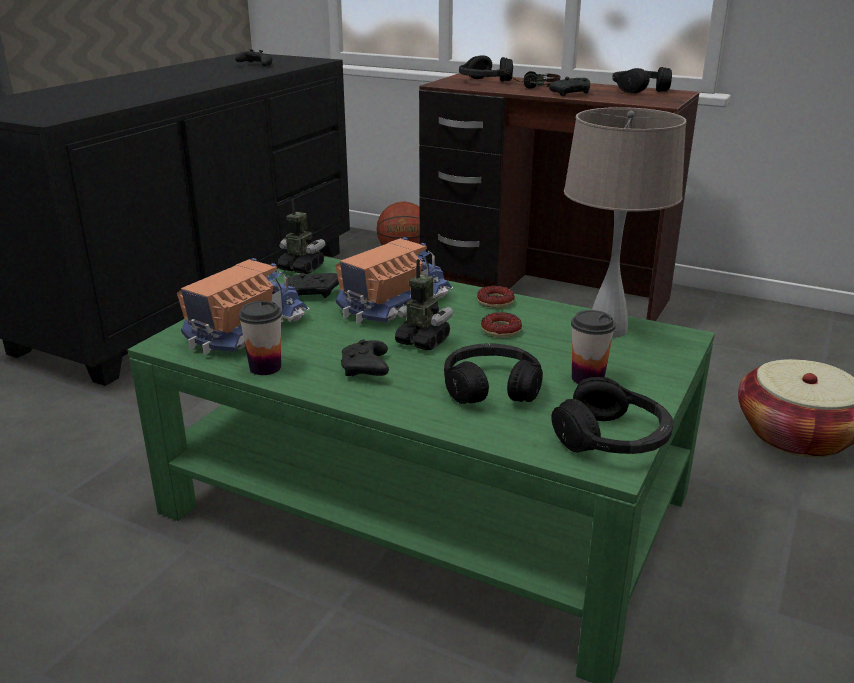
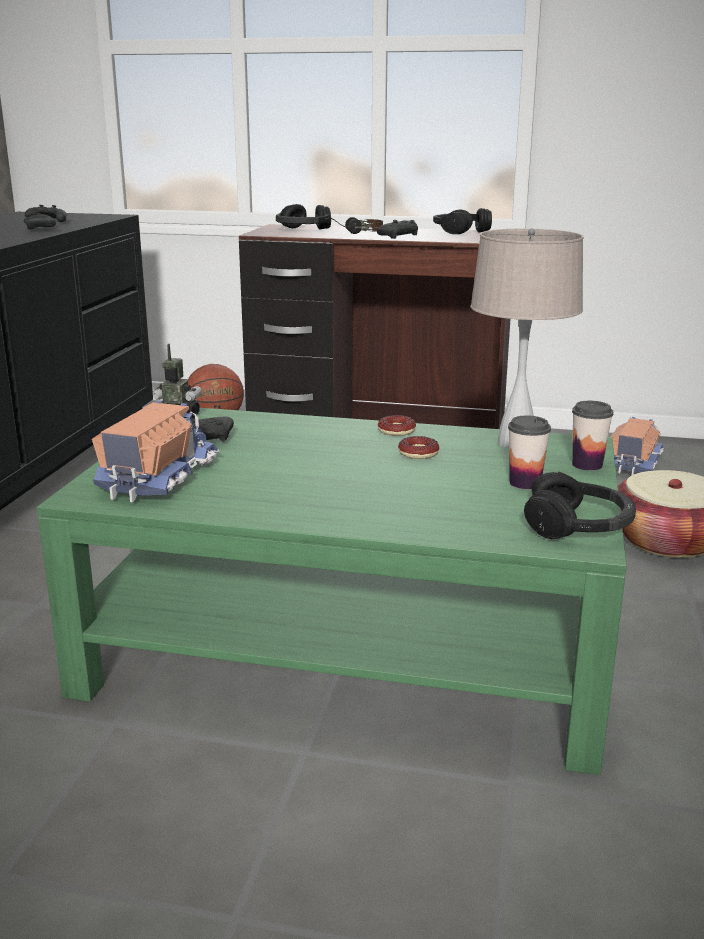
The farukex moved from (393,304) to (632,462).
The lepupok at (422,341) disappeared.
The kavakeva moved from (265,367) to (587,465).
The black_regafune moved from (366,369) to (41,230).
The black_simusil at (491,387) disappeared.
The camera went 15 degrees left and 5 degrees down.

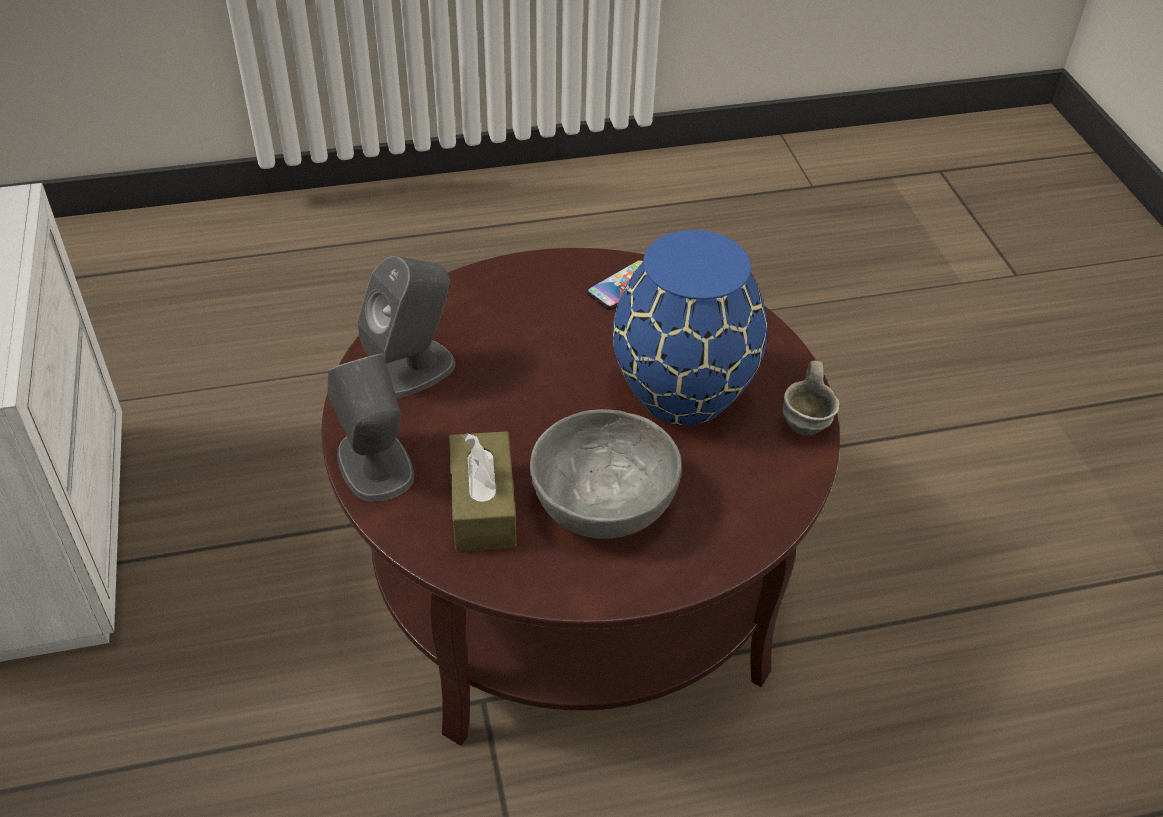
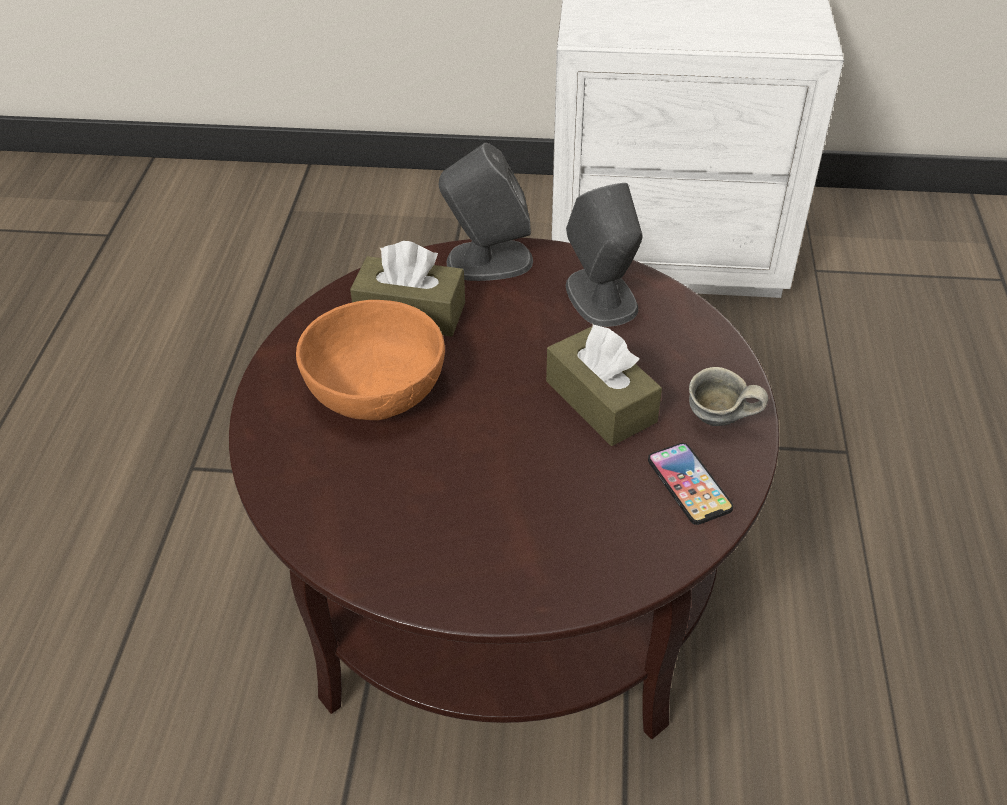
The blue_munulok at (680,393) disappeared.
The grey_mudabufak moved from (808,423) to (718,423).
The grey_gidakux at (603,501) became the orange_gidakux at (375,387).
The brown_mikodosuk at (600,401) appeared.
The camera went 110 degrees right and 0 degrees up.

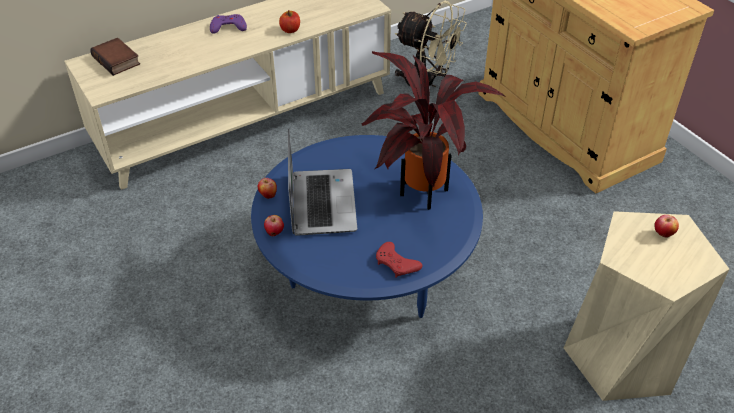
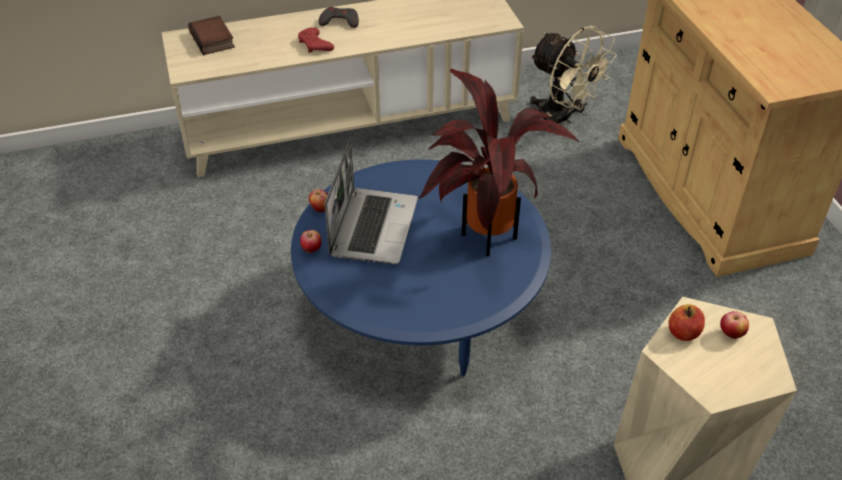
The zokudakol moved from (290,30) to (683,333).
The purple_regafune at (228,27) became the grey_regafune at (339,21).
The red_regafune moved from (396,263) to (315,44).
The camera went 15 degrees right and 0 degrees up.

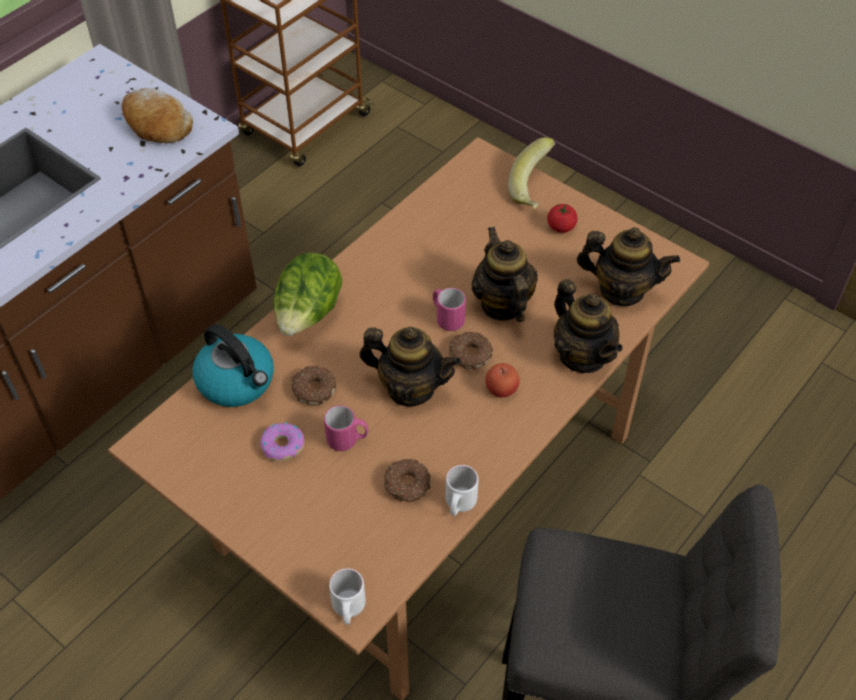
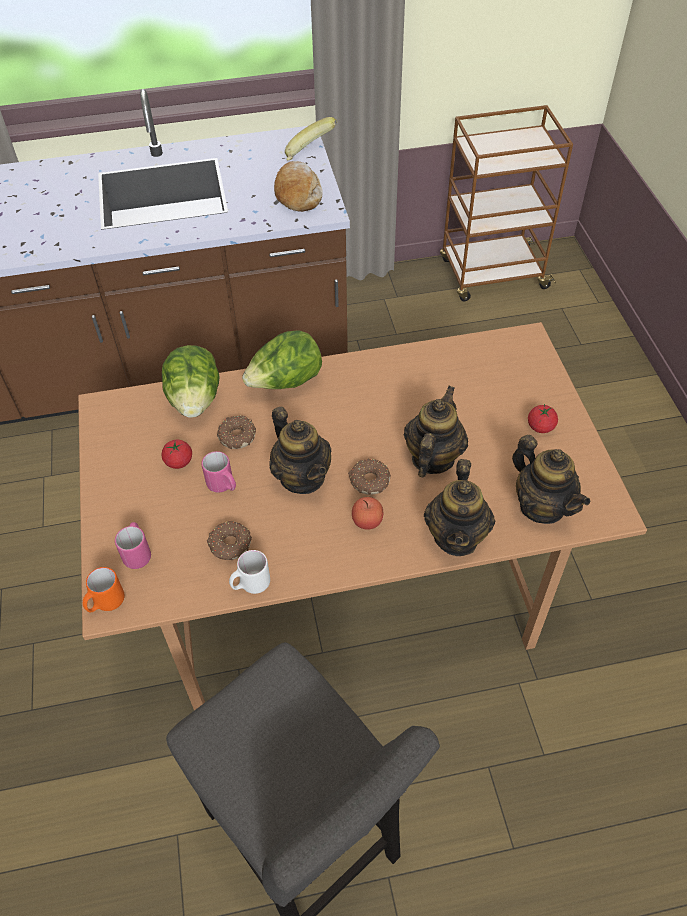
The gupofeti moved from (535,189) to (310,155).
The pink_mudabufak moved from (447,318) to (137,553).
The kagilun at (237,381) was replaced by the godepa at (195,400).
The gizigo at (282,446) was replaced by the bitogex at (179,461).
The white_mudabufak at (348,609) became the orange_mudabufak at (105,603).
The camera went 40 degrees right and 0 degrees up.

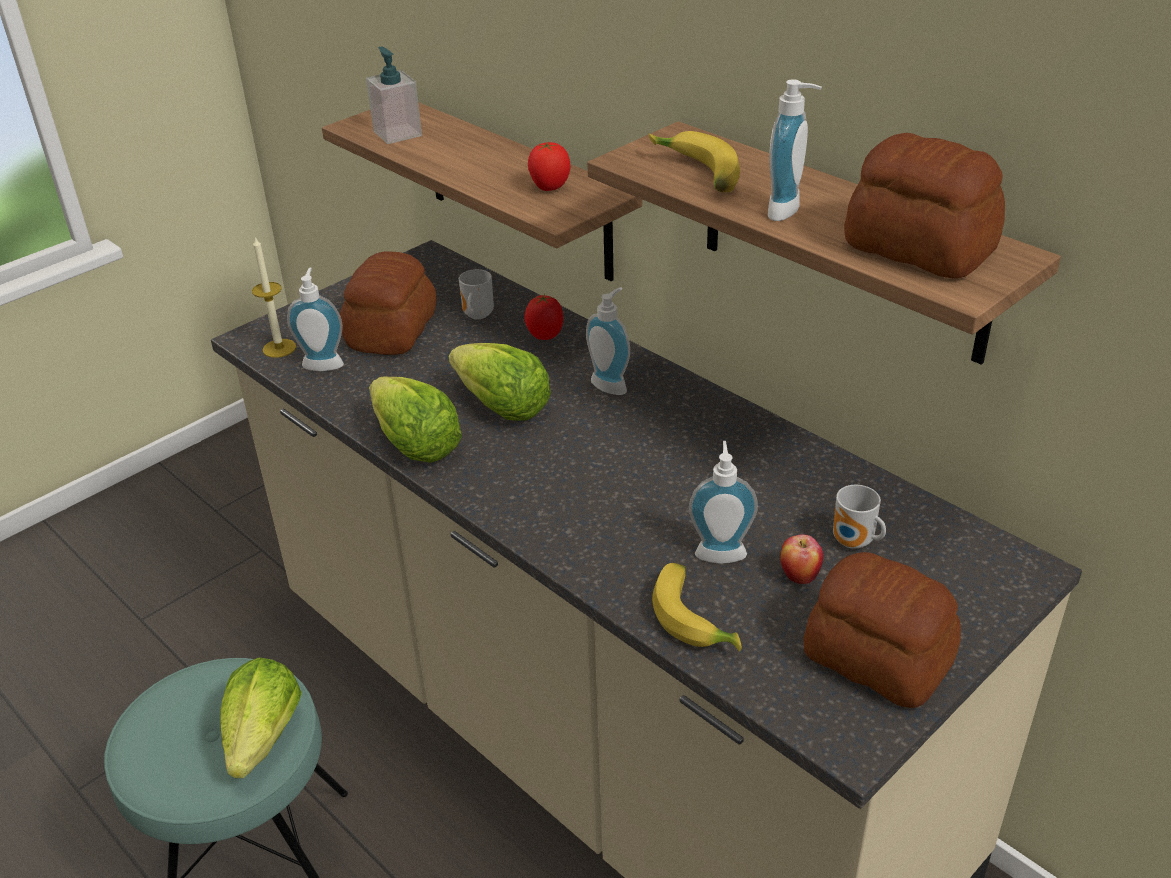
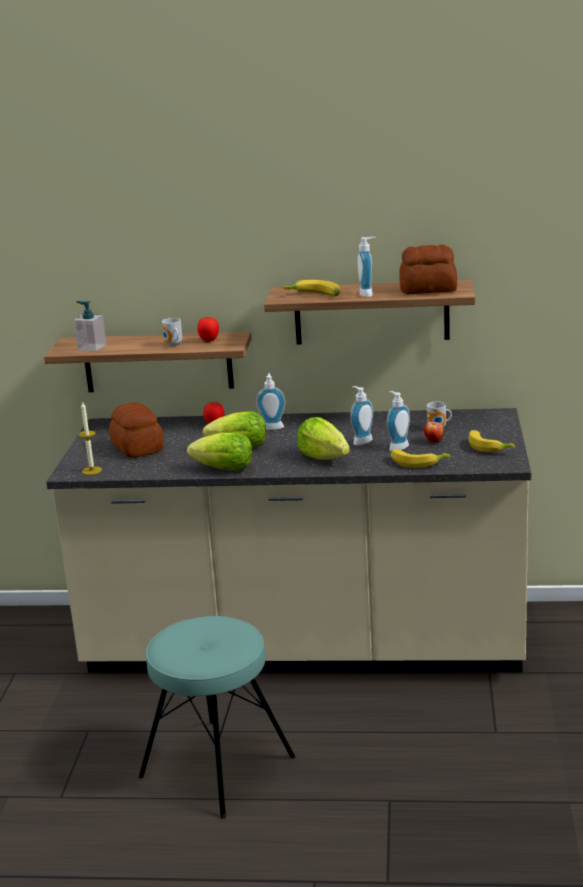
The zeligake moved from (324,363) to (361,441).
The mudabufak moved from (476,316) to (173,345).
The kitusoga at (878,660) was replaced by the gupofeti at (489,447).
The godepa moved from (264,738) to (323,457).
The camera went 40 degrees left and 15 degrees down.

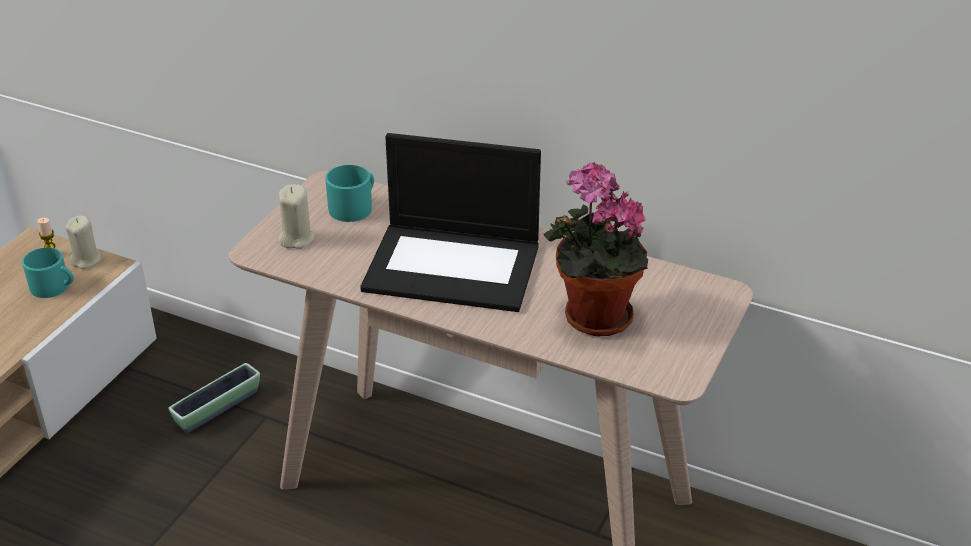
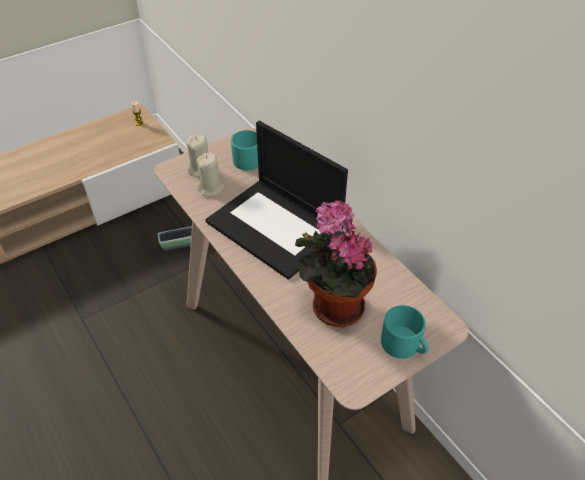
The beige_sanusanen moved from (86,260) to (211,188).
The turquoise_mudabufak moved from (54,287) to (404,345).
The camera went 30 degrees right and 10 degrees up.

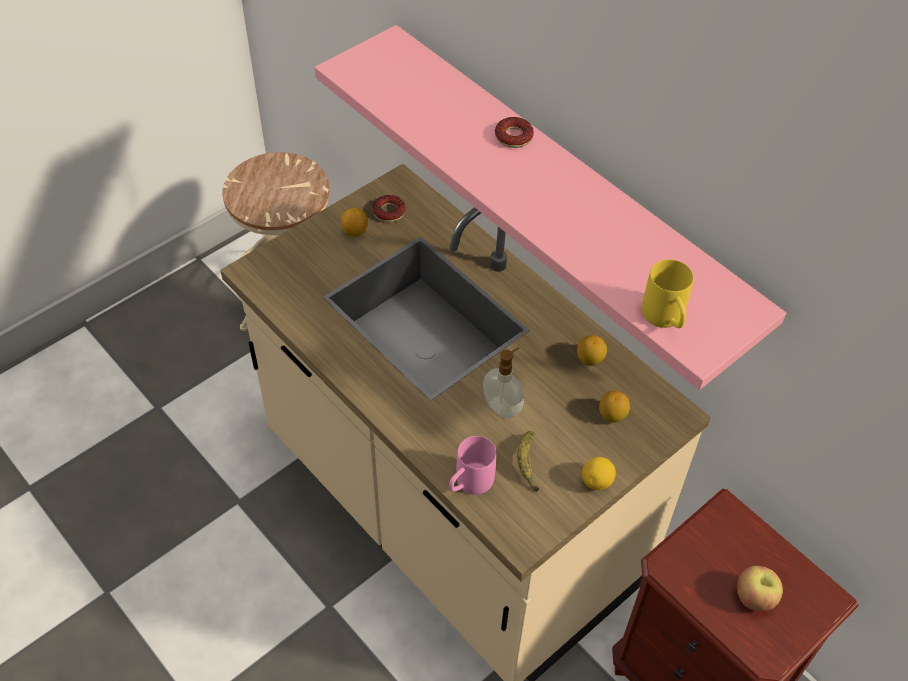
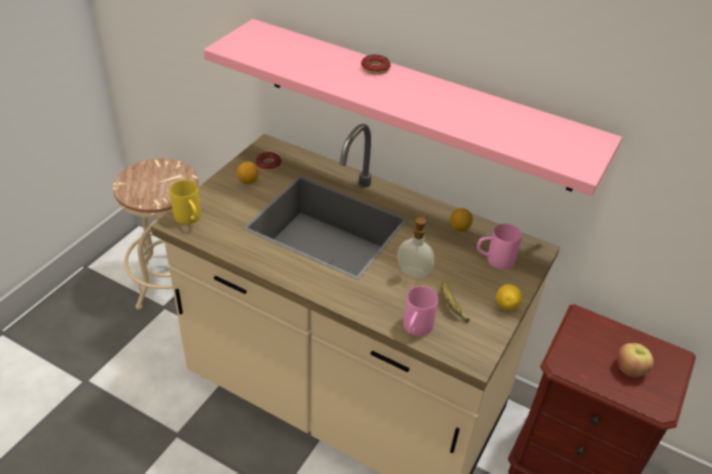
The yellow_mudabufak moved from (665,320) to (190,219).
The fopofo at (612,415) was replaced by the pink_mudabufak at (494,260).
The camera went 20 degrees left and 10 degrees down.

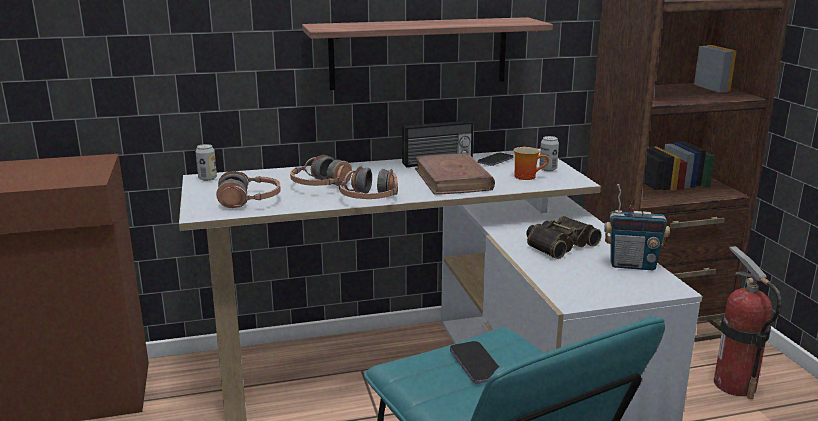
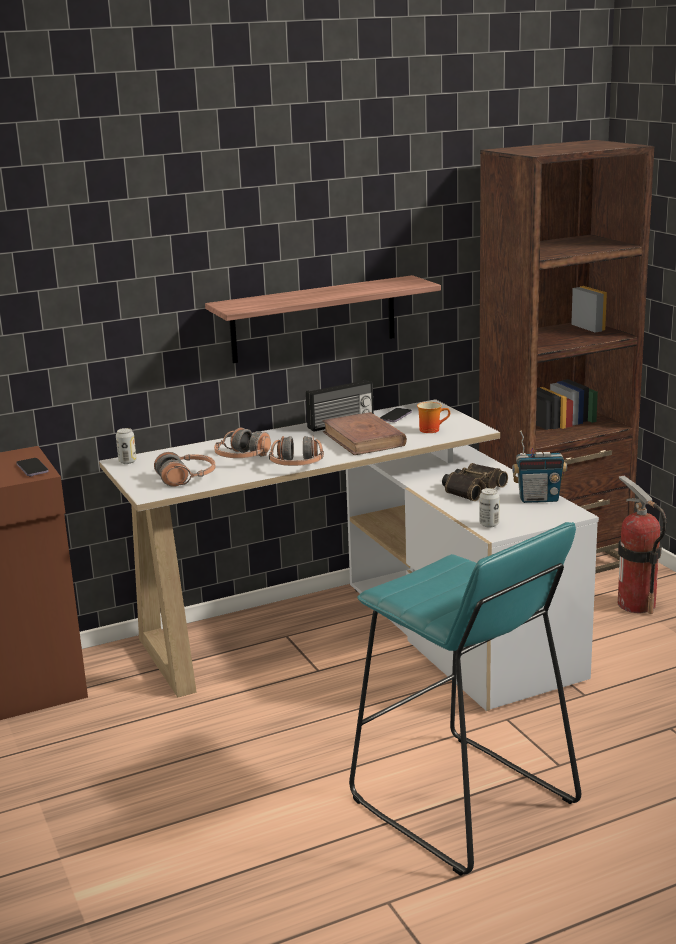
The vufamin moved from (548,169) to (489,524).
The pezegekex moved from (476,364) to (32,469).
The camera went 10 degrees left and 0 degrees up.

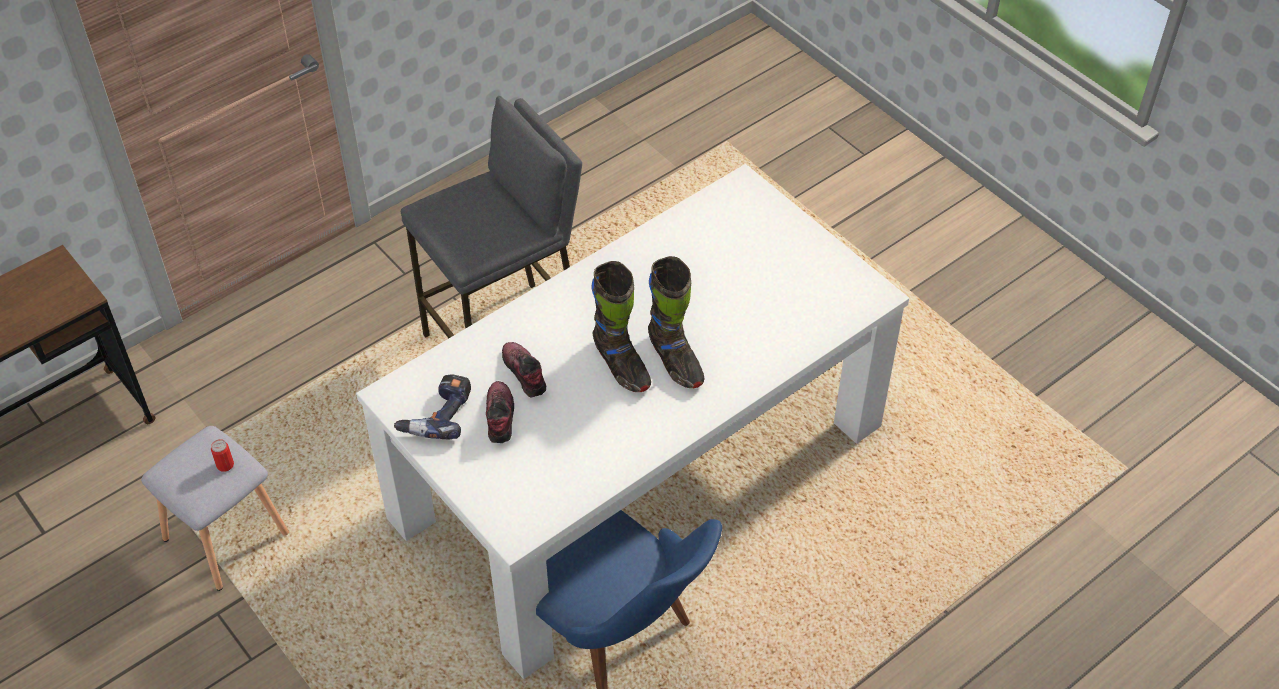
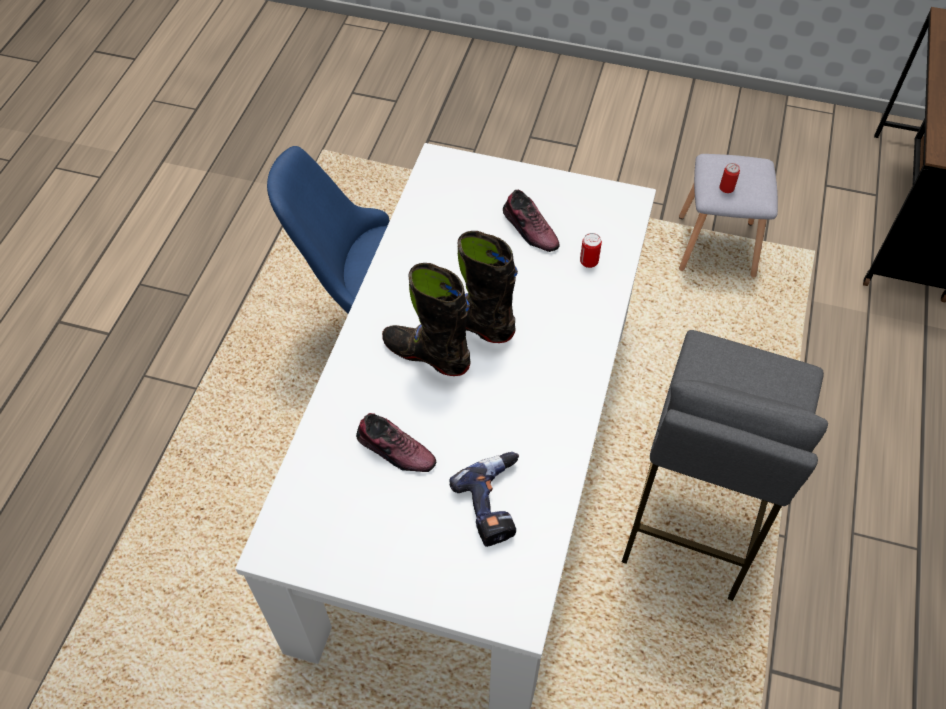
The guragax moved from (524,373) to (395,450).
The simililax moved from (437,415) to (495,503).
The vufamin at (588,262) appeared.
The camera went 145 degrees right and 5 degrees up.

